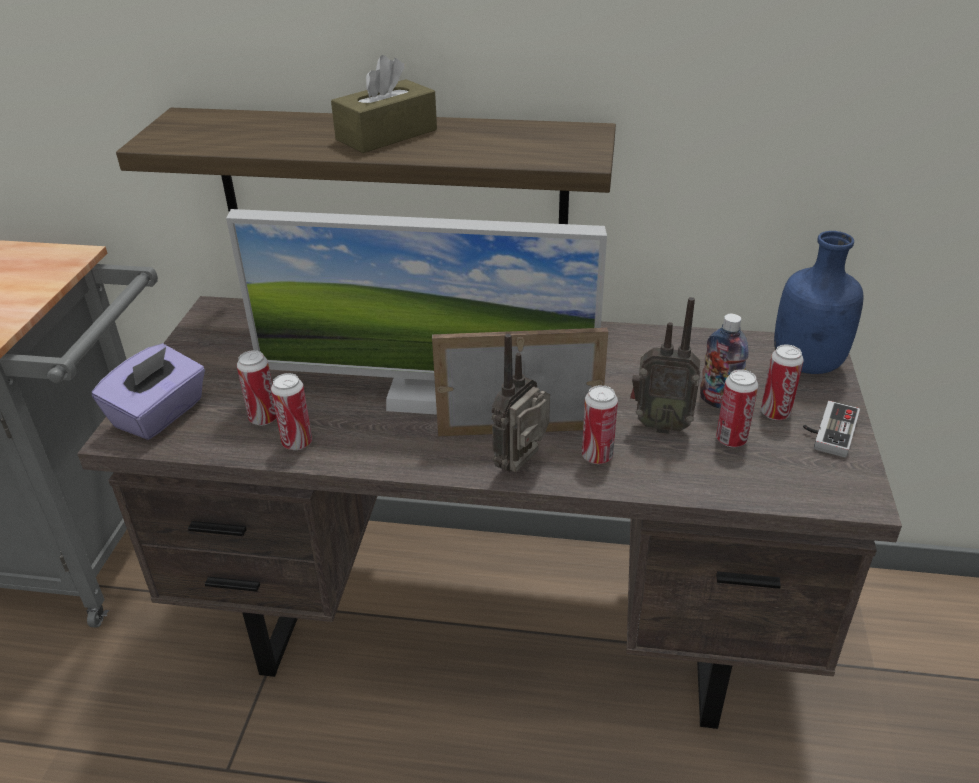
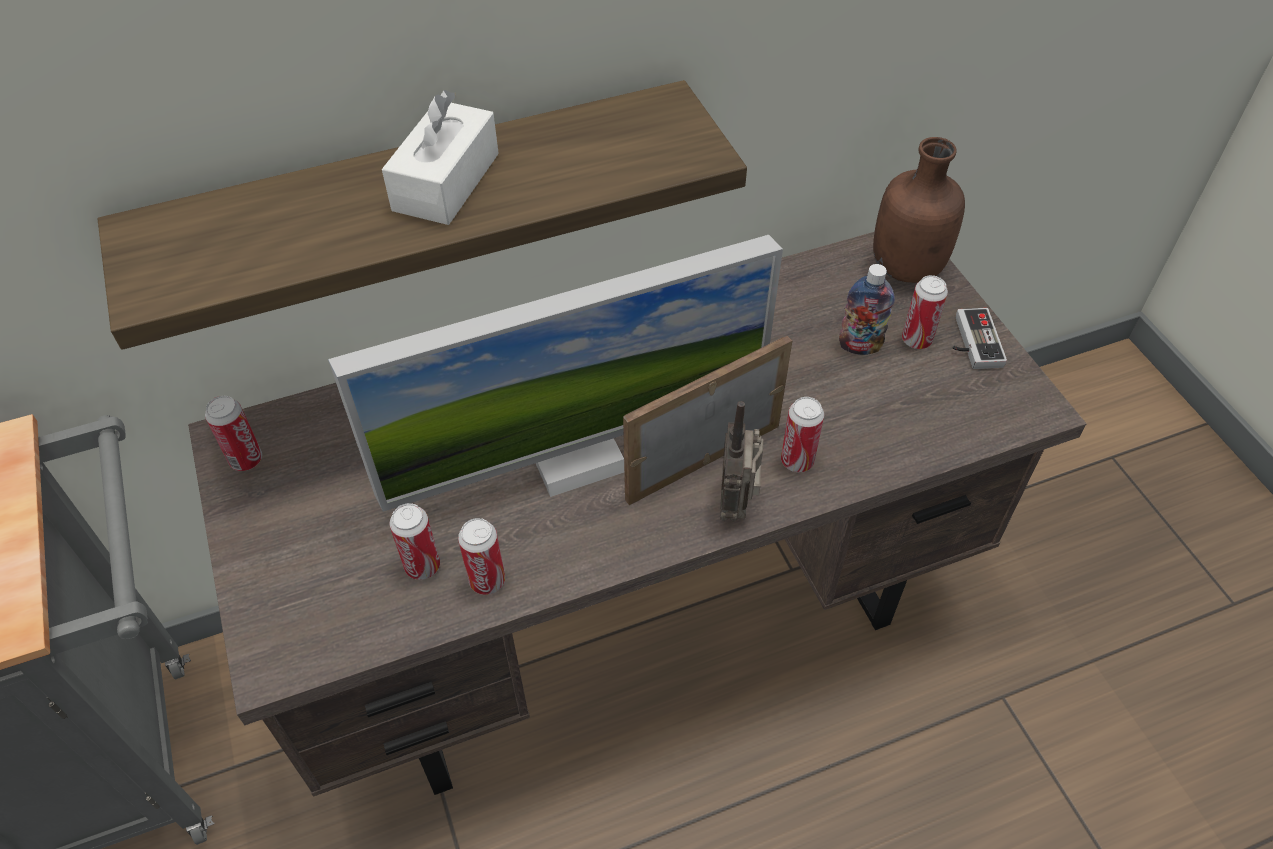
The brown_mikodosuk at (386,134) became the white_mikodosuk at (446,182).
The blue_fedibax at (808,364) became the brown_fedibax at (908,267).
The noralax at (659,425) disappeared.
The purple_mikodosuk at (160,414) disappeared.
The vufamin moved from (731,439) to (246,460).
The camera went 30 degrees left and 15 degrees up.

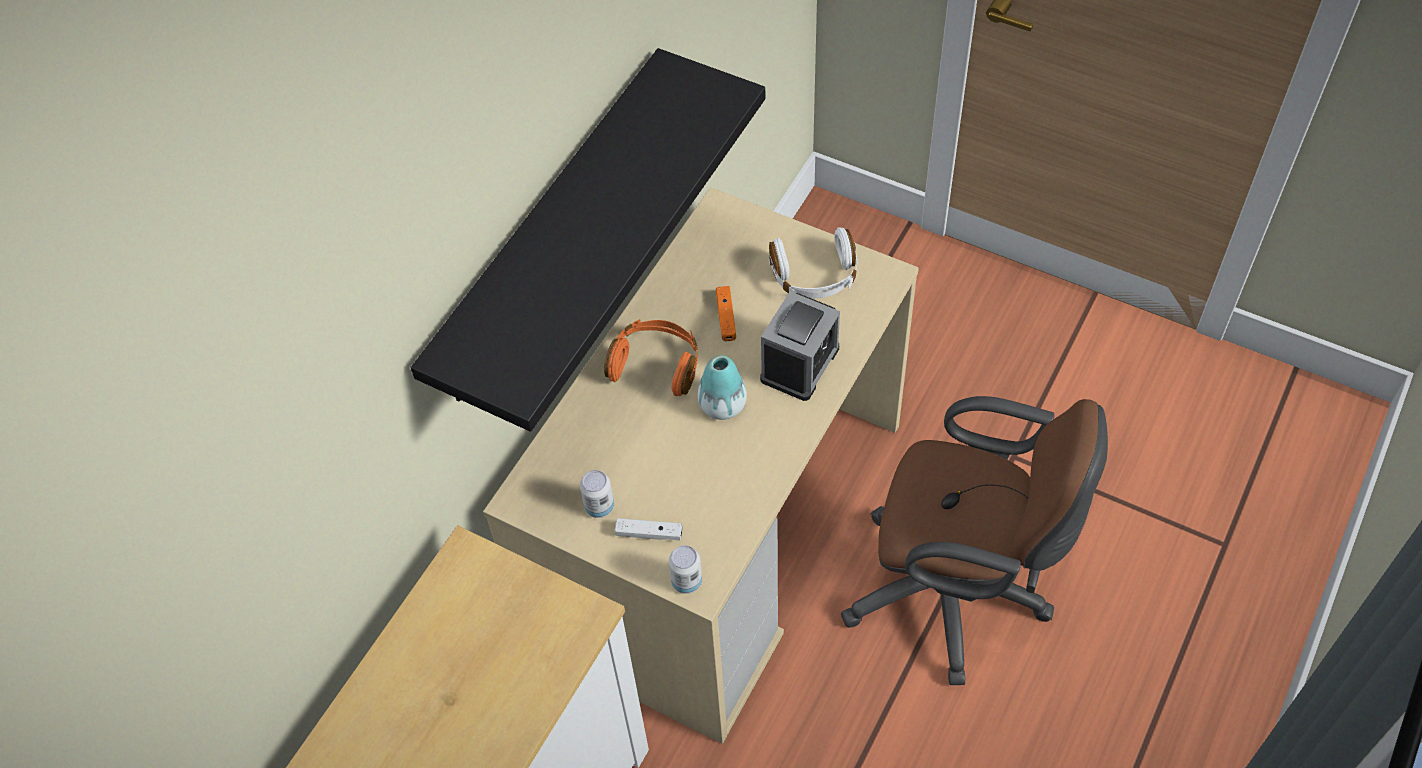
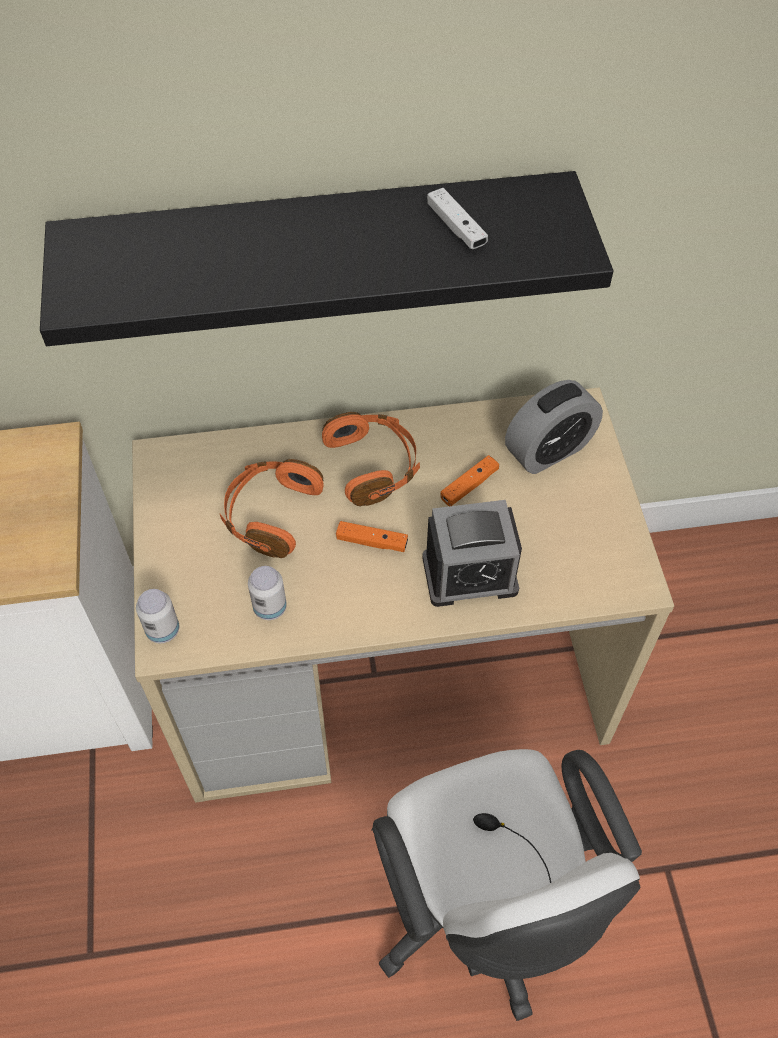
The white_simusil at (815,276) disappeared.
The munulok at (722,405) was replaced by the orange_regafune at (372,542).
The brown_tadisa at (957,594) became the white_tadisa at (480,909).
The vufamin moved from (599,507) to (270,607).
The white_regafune moved from (649,533) to (456,227).
The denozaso at (549,450) appeared.
The orange_simusil at (270,515) appeared.
The camera went 50 degrees right and 0 degrees up.

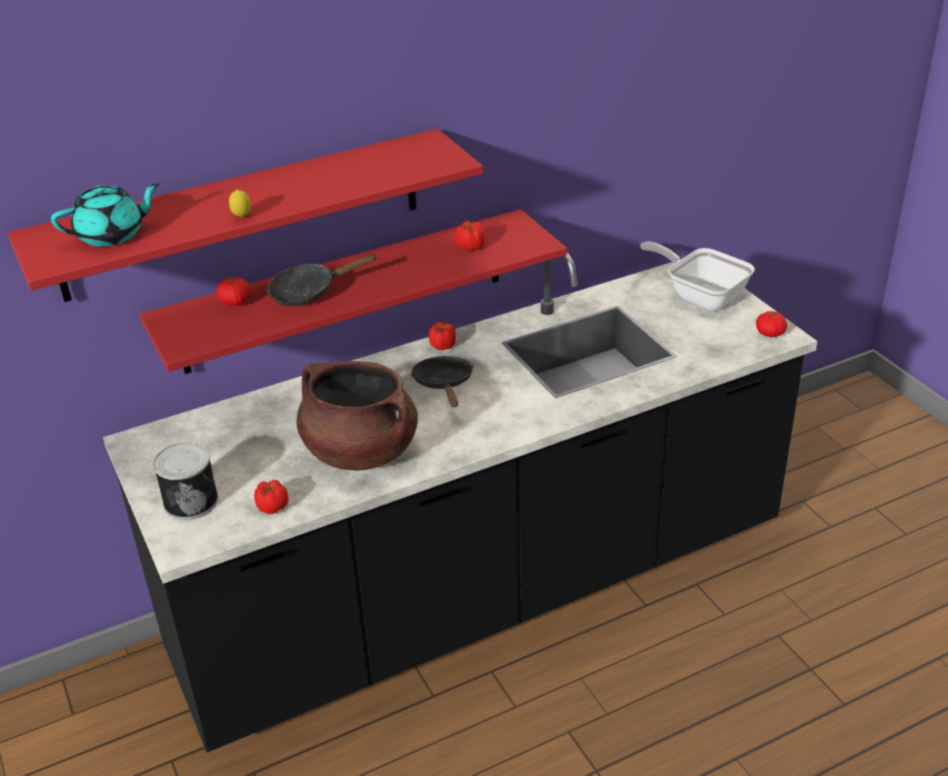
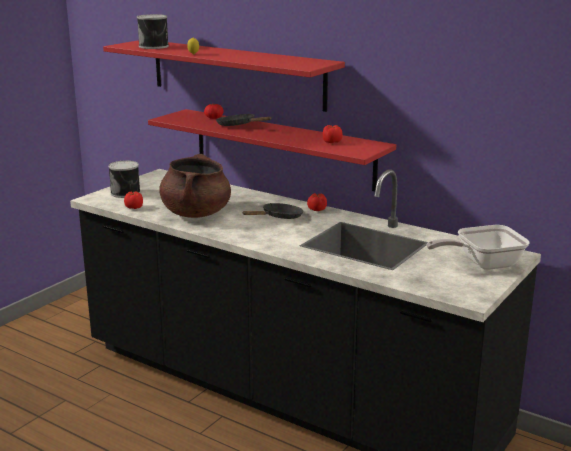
The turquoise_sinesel at (112,235) was replaced by the vufamin at (154,46).
The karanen at (701,296) turned 120 degrees counterclockwise.
The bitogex at (770,333) disappeared.
The camera went 60 degrees right and 15 degrees down.

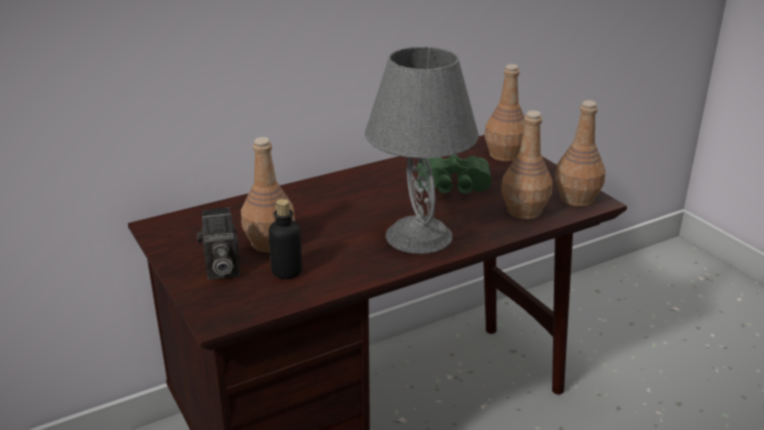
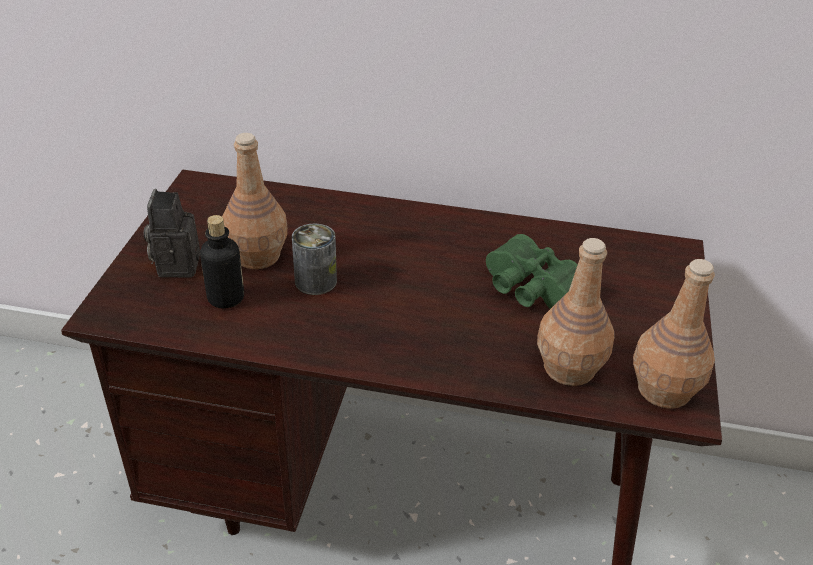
The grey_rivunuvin at (418,235) disappeared.
The brown_fedibax at (504,155) disappeared.
The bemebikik at (221,271) turned 60 degrees clockwise.
The vufamin at (315,281) appeared.
The camera went 40 degrees right and 10 degrees up.

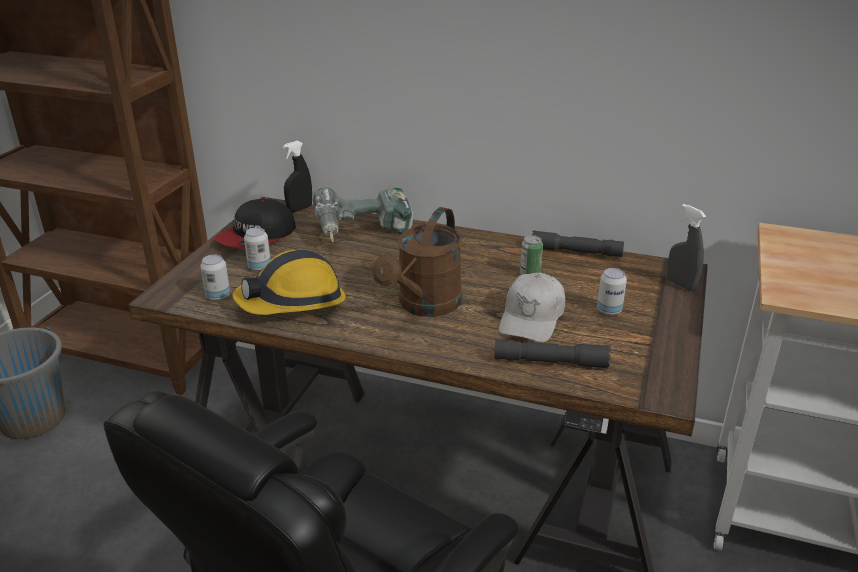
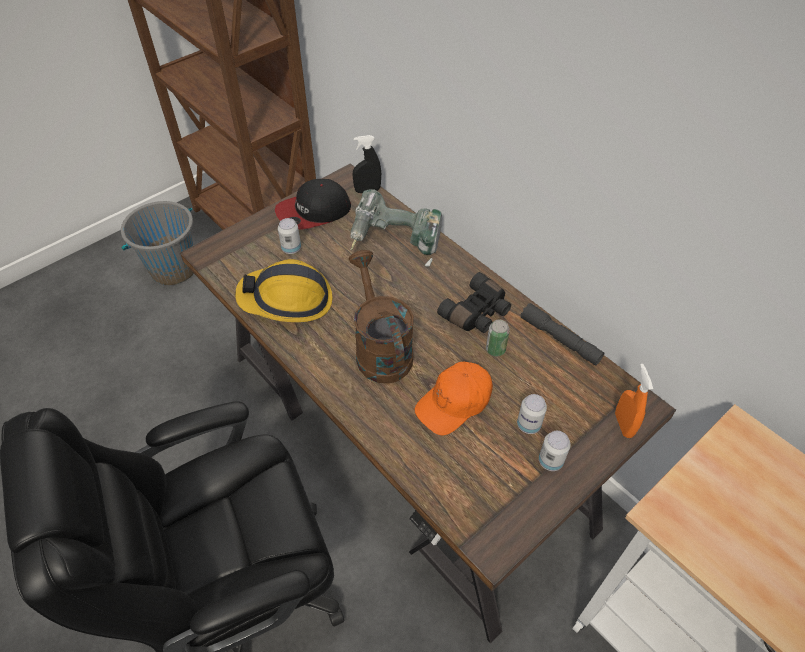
The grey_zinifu at (680,285) became the orange_zinifu at (623,424).
The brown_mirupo at (424,306) turned 105 degrees clockwise.
The vufamin moved from (218,296) to (550,461).
The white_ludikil at (532,318) became the orange_ludikil at (454,403).
The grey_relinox at (550,362) disappeared.
The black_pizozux at (477,313) appeared.
The camera went 30 degrees right and 20 degrees up.

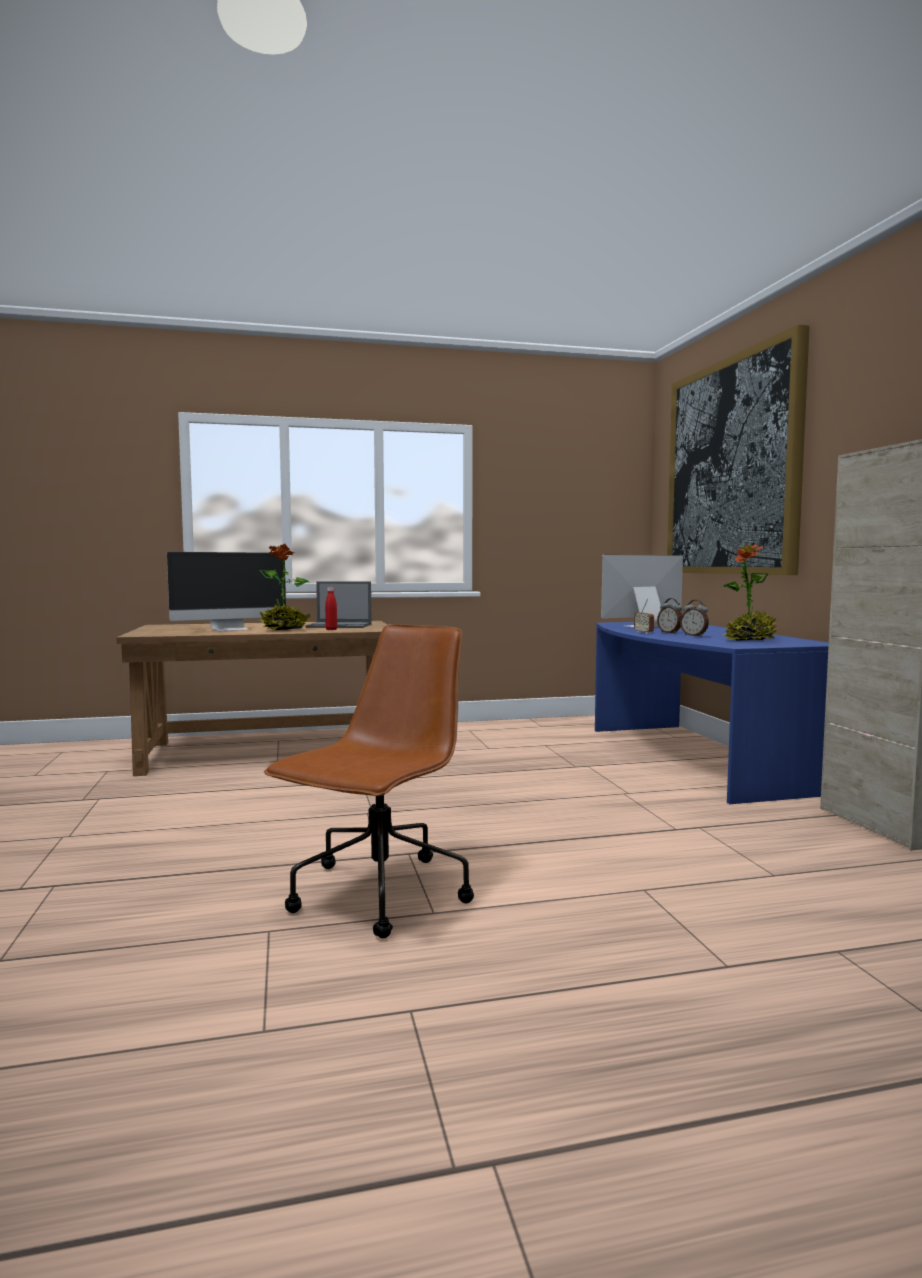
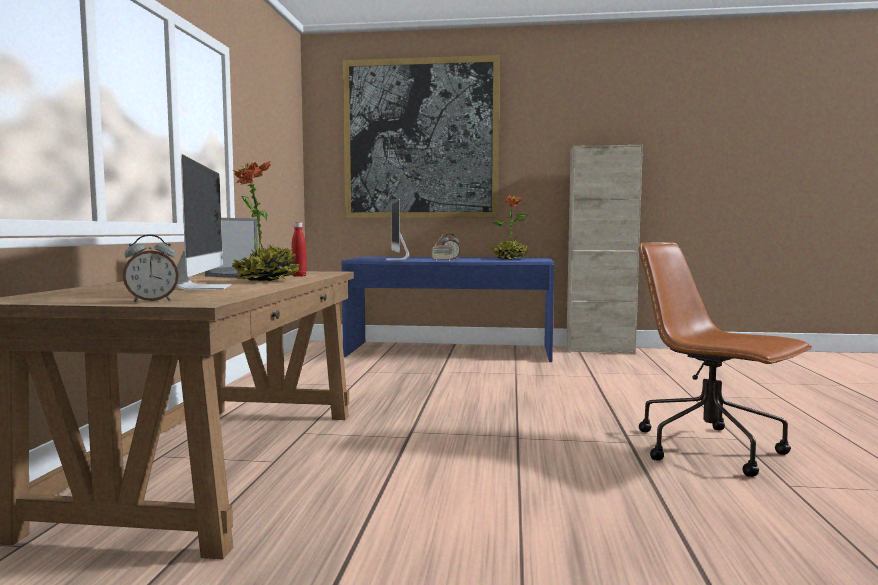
The denozaso moved from (694,636) to (152,301).
The camera went 70 degrees left and 0 degrees up.

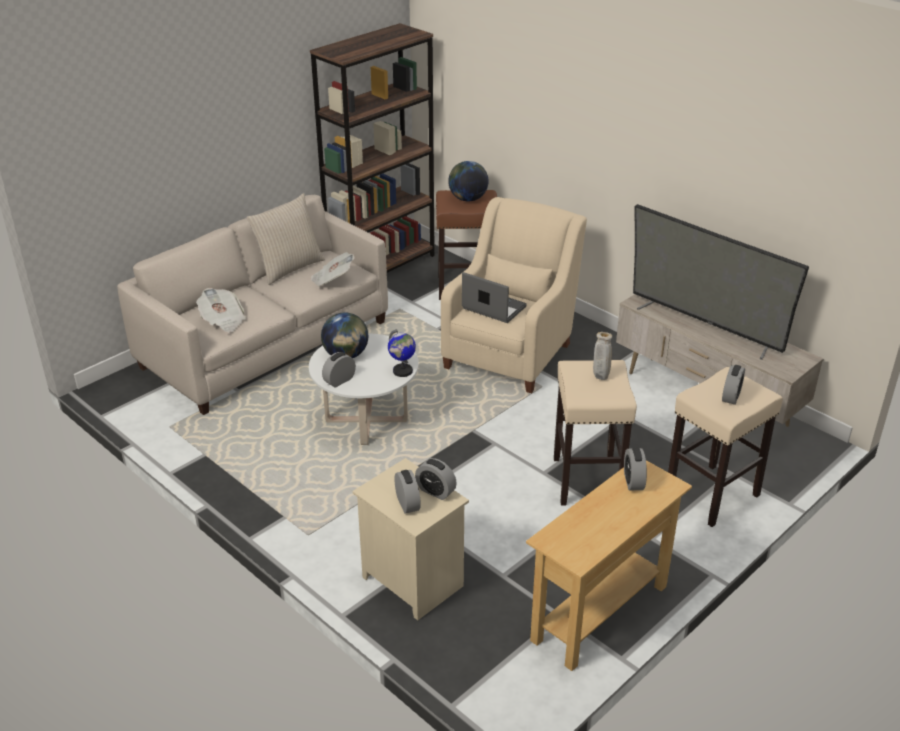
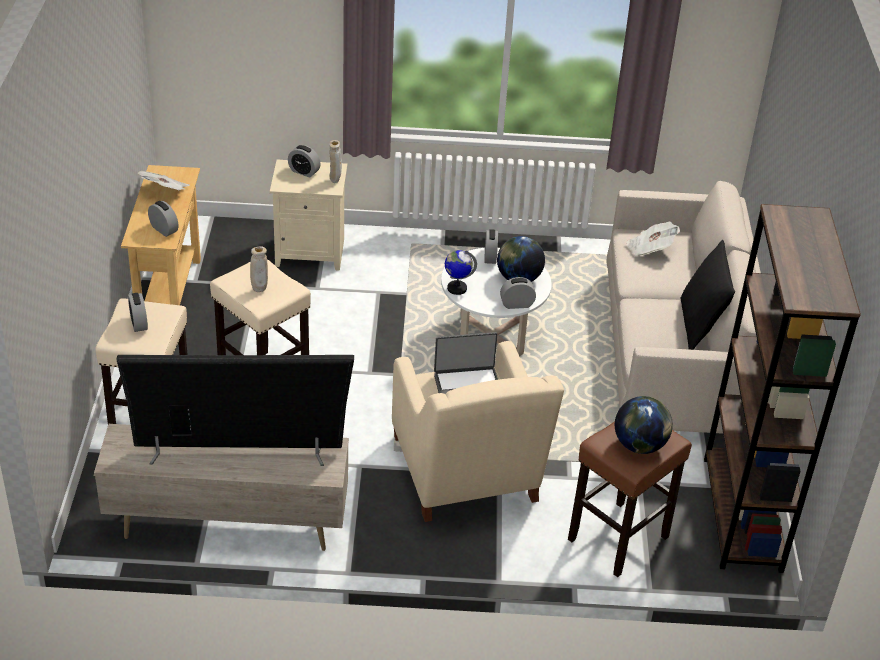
The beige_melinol at (289,268) became the black_melinol at (700,326).
The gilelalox moved from (332,280) to (165,191).
The denozaso moved from (435,491) to (516,304).
The beige_munulok at (335,181) appeared.
The camera went 135 degrees right and 5 degrees up.

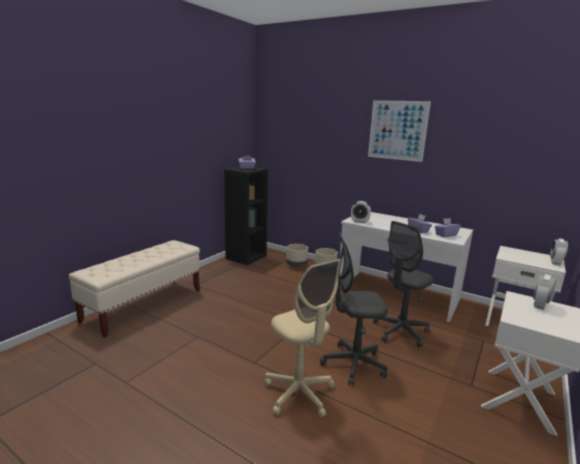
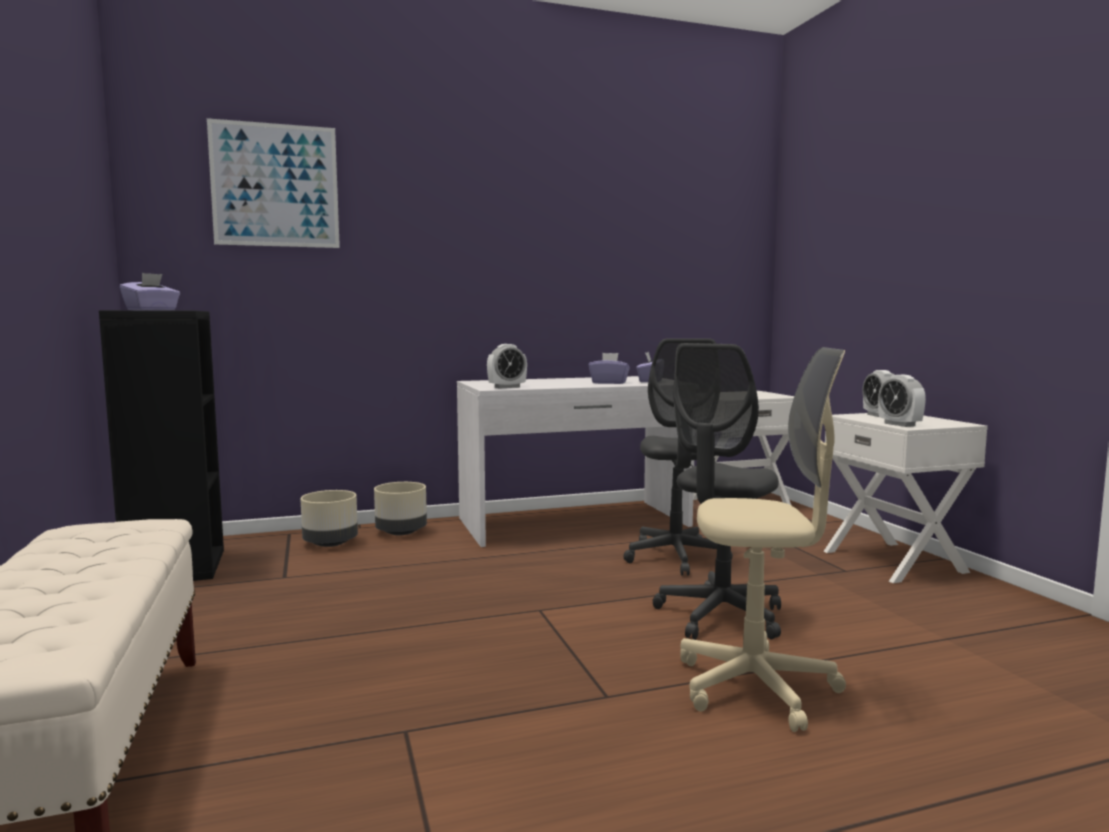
The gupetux moved from (397,130) to (275,185).
The denozaso moved from (555,262) to (899,424).
The camera went 50 degrees left and 10 degrees down.

